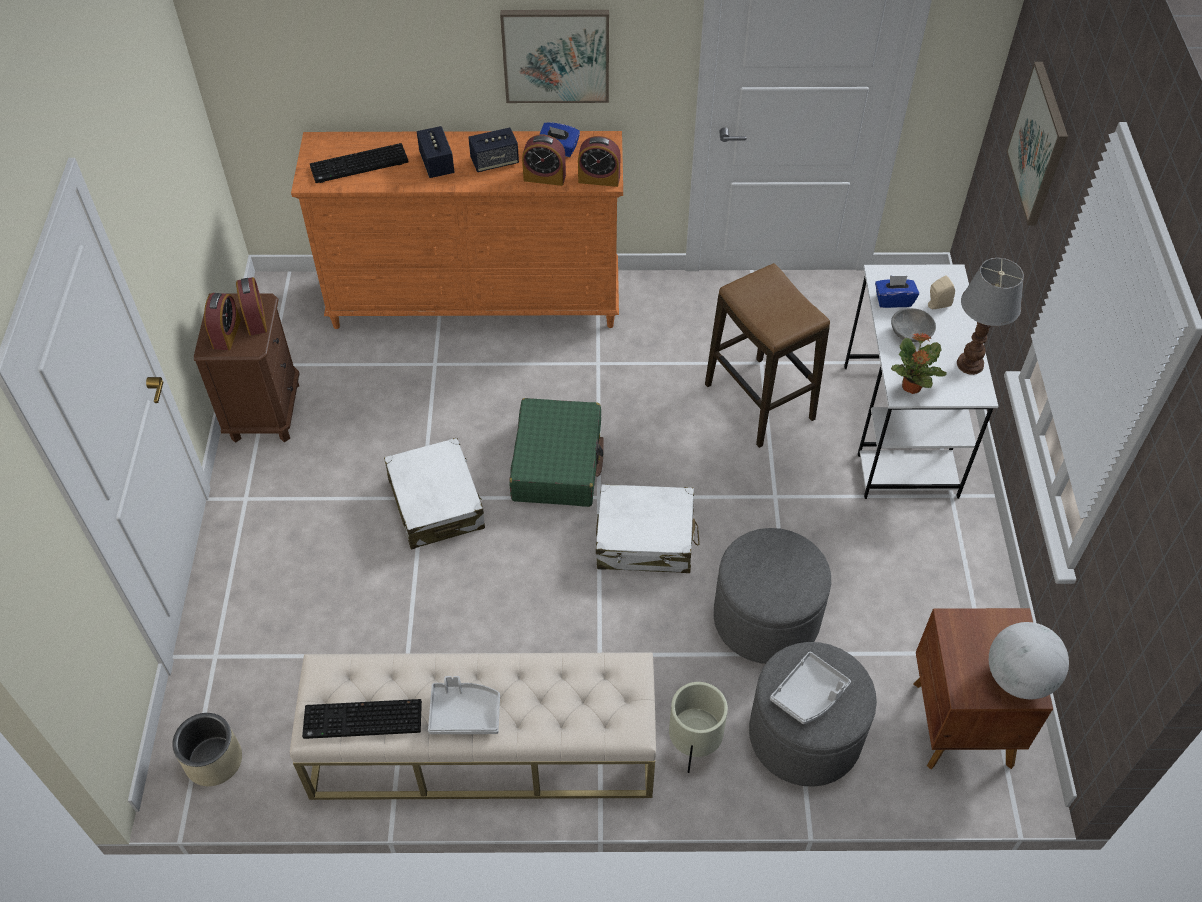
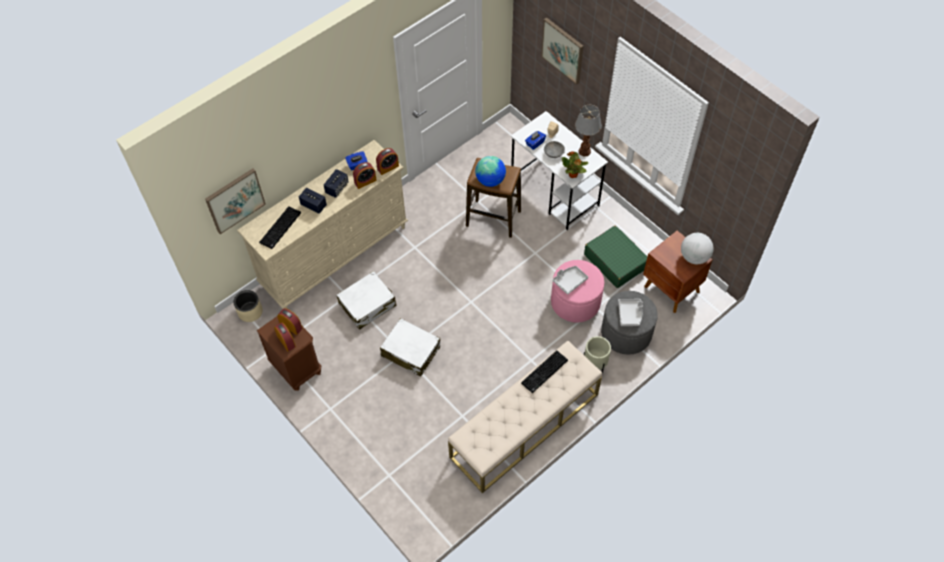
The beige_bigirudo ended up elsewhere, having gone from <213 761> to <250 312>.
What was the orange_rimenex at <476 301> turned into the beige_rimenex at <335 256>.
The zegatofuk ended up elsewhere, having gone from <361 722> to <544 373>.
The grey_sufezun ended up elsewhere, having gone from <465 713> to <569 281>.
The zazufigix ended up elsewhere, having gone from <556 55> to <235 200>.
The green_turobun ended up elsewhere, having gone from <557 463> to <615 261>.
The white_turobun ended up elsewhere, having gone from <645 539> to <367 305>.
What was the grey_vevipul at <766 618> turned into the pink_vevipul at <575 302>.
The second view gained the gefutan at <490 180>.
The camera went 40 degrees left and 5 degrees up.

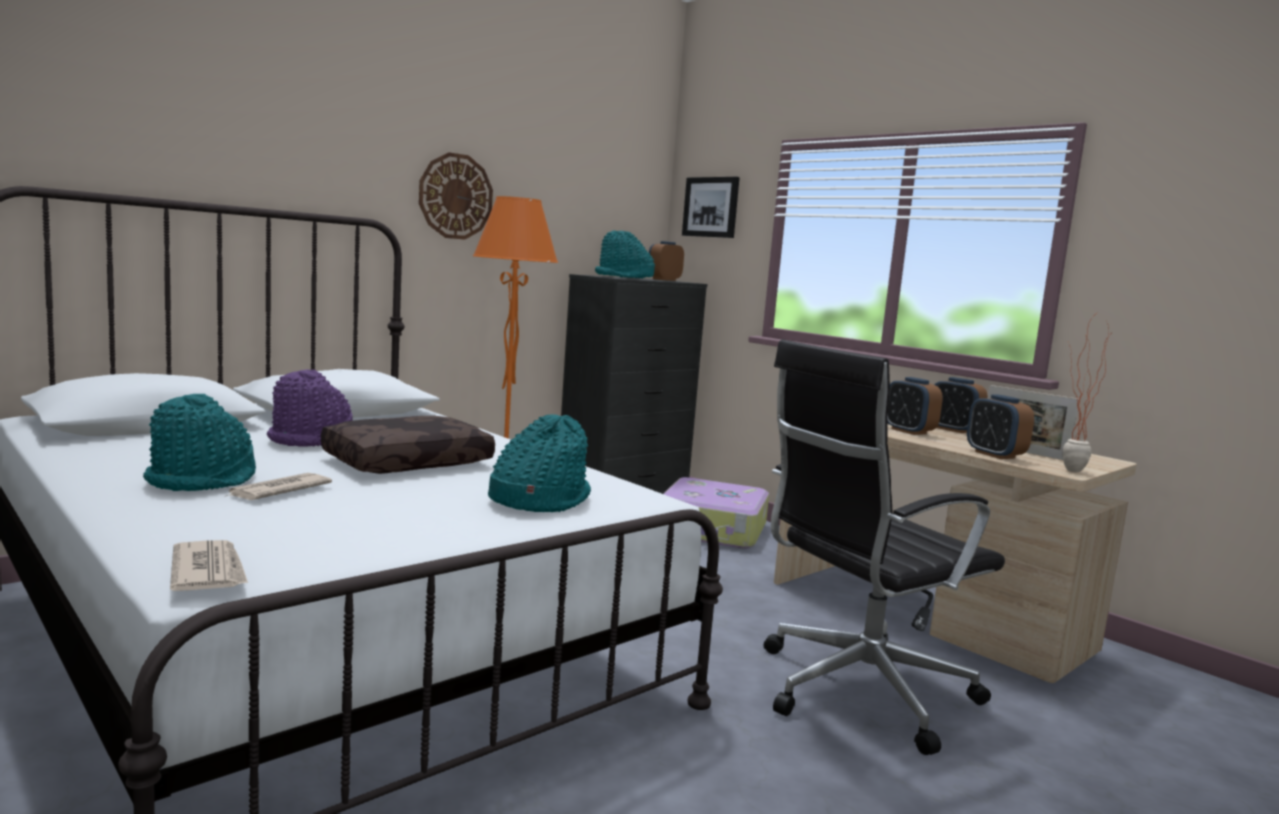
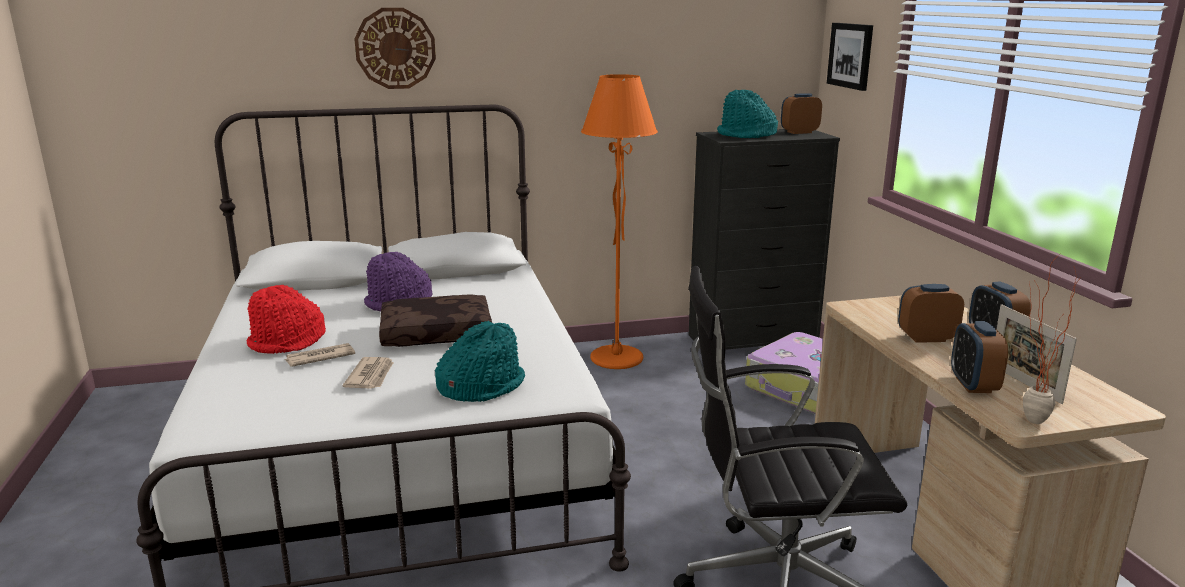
What was the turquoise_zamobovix at <203 480> turned into the red_zamobovix at <288 342>.
The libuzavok ended up elsewhere, having gone from <209 571> to <371 376>.
The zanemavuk ended up elsewhere, having gone from <455 196> to <395 48>.
The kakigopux at <908 431> ended up facing another way, 90 degrees clockwise from before.
The camera went 30 degrees right and 10 degrees up.

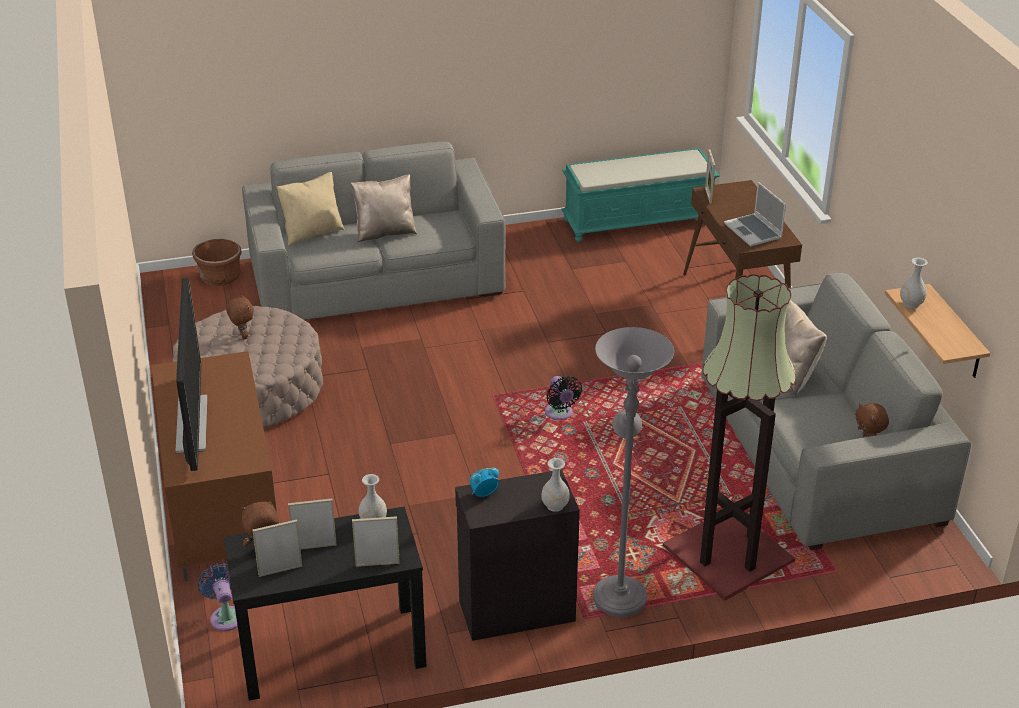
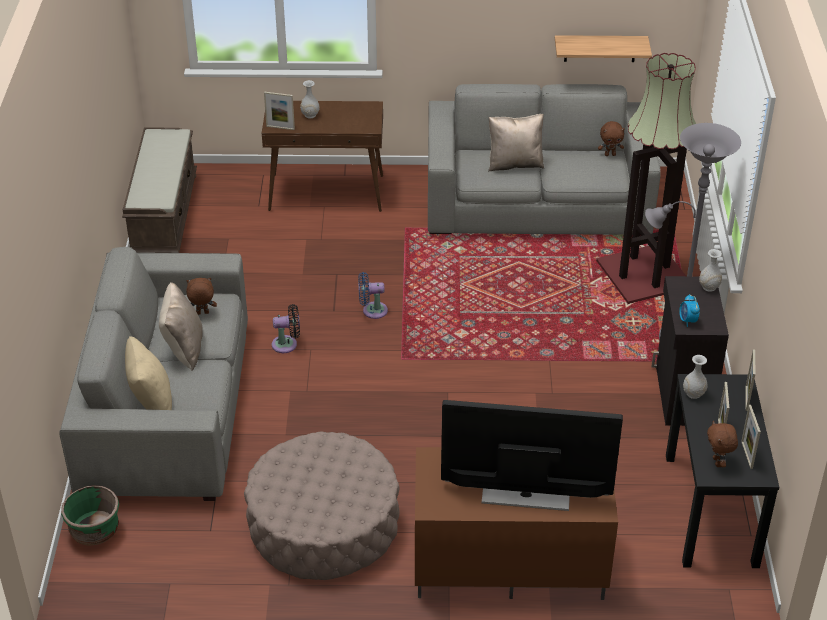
What was the brown_bigirudo at <220 277> turned into the green_bigirudo at <94 531>.
The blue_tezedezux ended up elsewhere, having gone from <226 616> to <372 310>.
The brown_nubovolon ended up elsewhere, having gone from <242 336> to <202 313>.
The black_tezedezux ended up elsewhere, having gone from <560 414> to <287 344>.
What was the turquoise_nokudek at <638 221> turned into the brown_nokudek at <163 216>.
The second view lost the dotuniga at <754 231>.
The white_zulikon ended up elsewhere, having gone from <911 304> to <310 115>.
The camera went 75 degrees left and 5 degrees up.

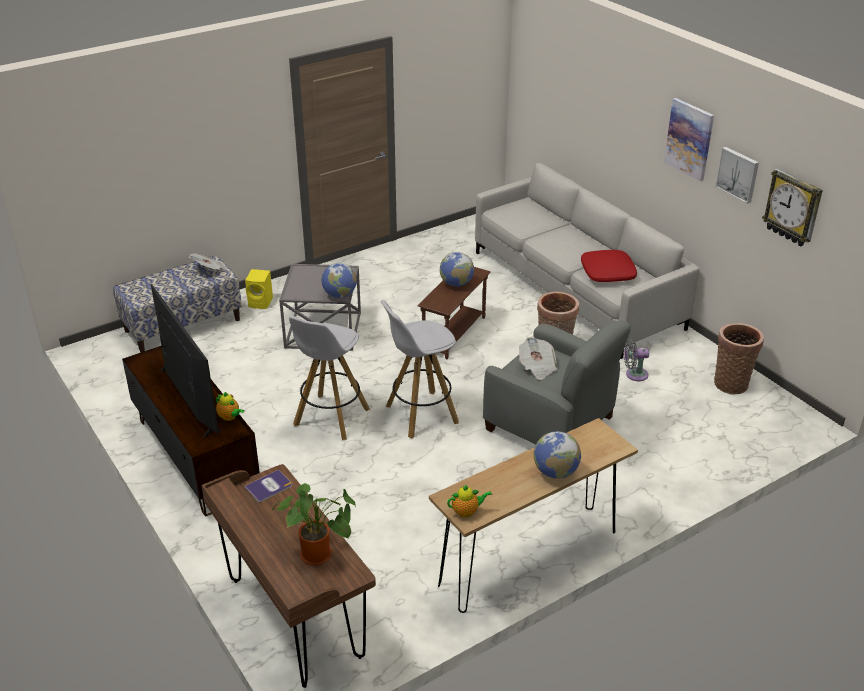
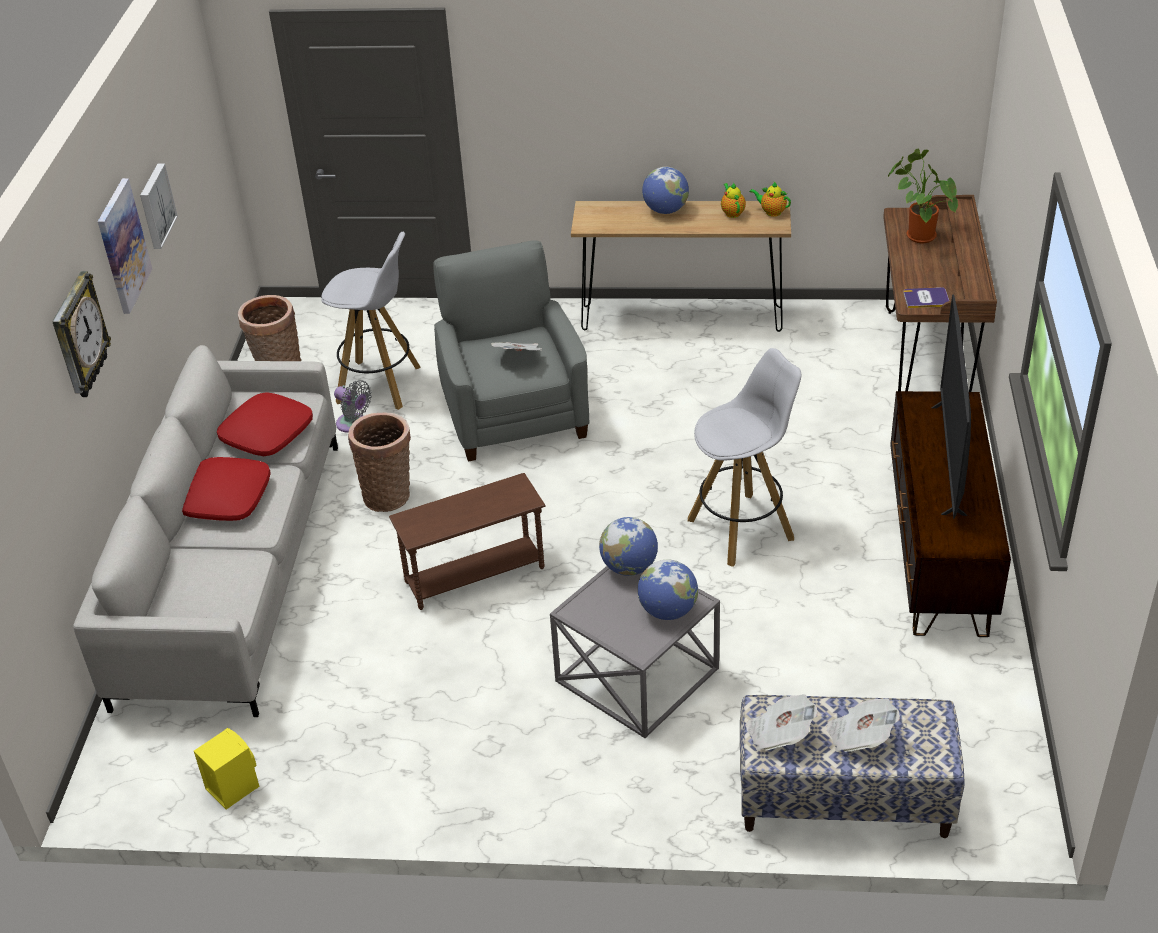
The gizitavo ended up elsewhere, having gone from <230 417> to <732 212>.
The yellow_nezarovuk ended up elsewhere, having gone from <261 302> to <232 786>.
The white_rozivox ended up elsewhere, having gone from <420 415> to <380 385>.
The gefutan ended up elsewhere, having gone from <456 284> to <668 611>.
The zanemavuk ended up elsewhere, having gone from <793 208> to <78 337>.
The second view gained the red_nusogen at <226 498>.
The second view gained the libuzavok at <860 737>.
The camera went 140 degrees left and 5 degrees up.

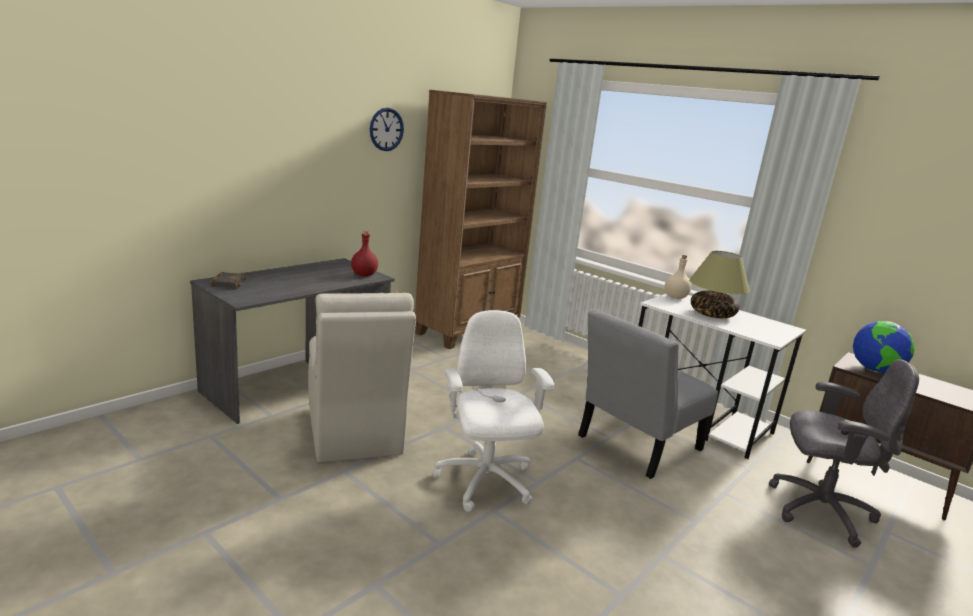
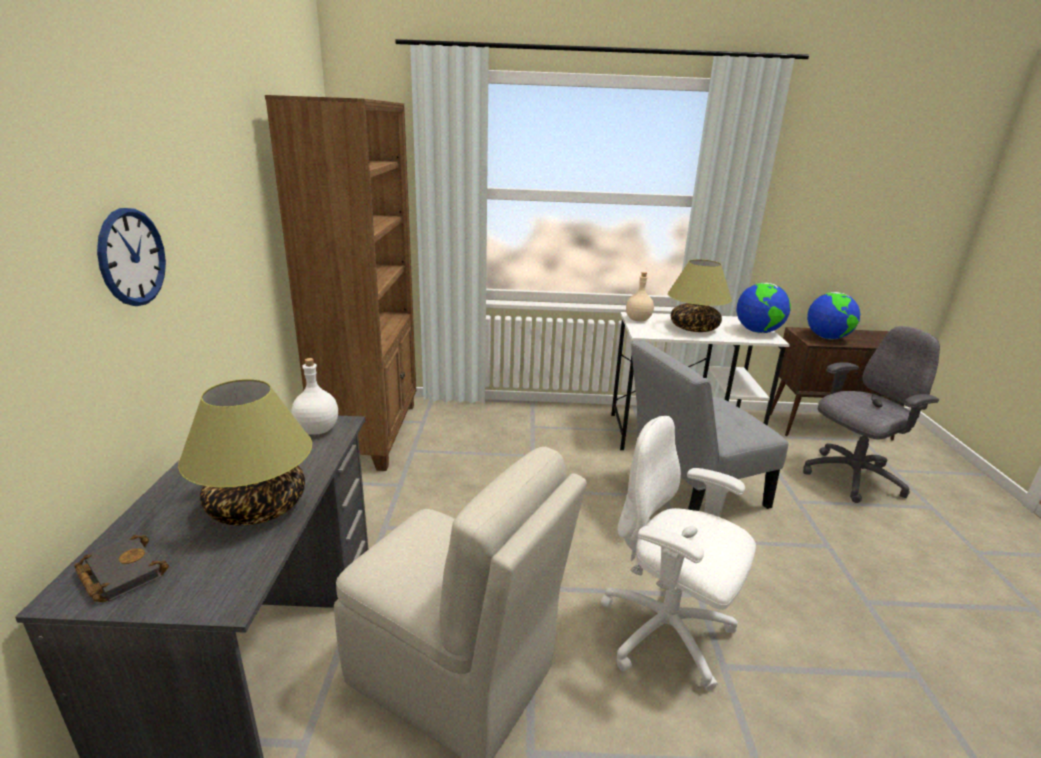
What was the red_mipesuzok at <364 275> turned into the white_mipesuzok at <318 430>.
The zanemavuk ended up elsewhere, having gone from <386 129> to <132 257>.
The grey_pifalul at <635 445> ended up facing another way, 60 degrees clockwise from before.
The second view gained the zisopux at <258 506>.
The second view gained the gefutan at <758 332>.
The camera went 40 degrees left and 5 degrees up.

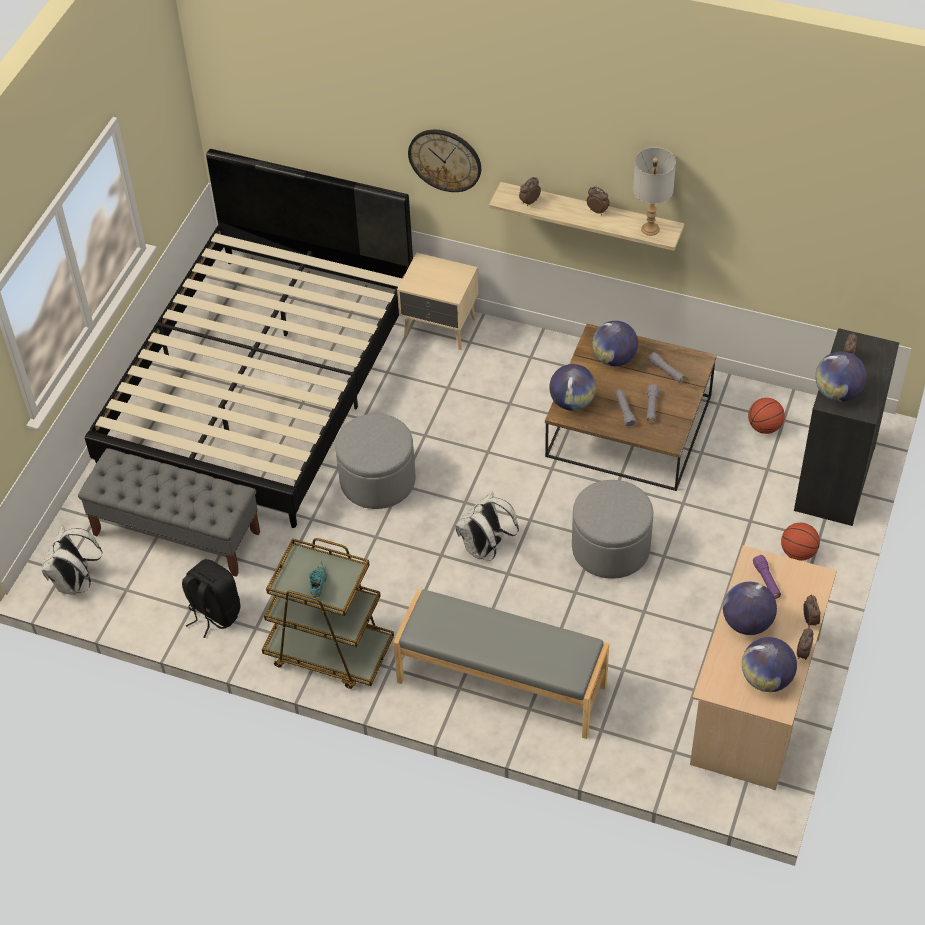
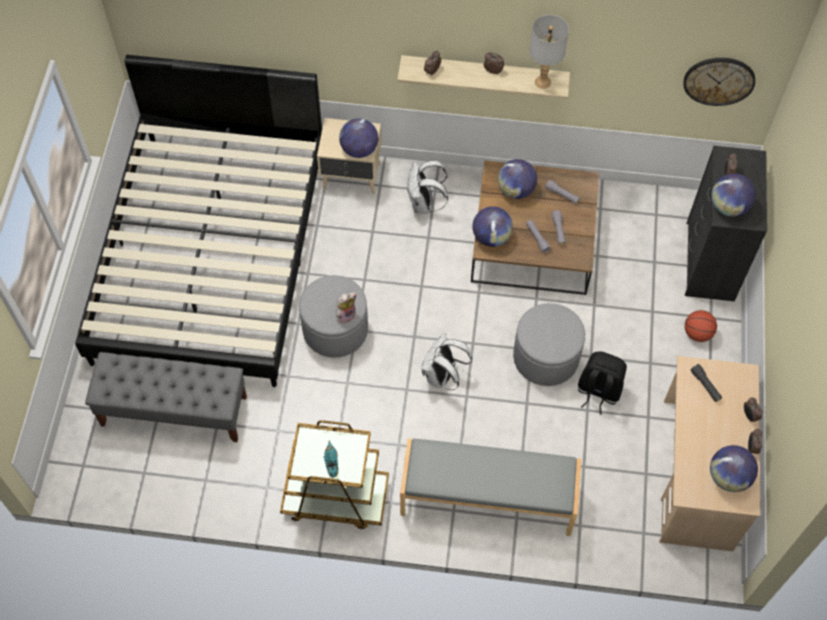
The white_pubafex ended up elsewhere, having gone from <75 582> to <424 204>.
The black_pubafex ended up elsewhere, having gone from <214 613> to <598 391>.
The zanemavuk ended up elsewhere, having gone from <445 159> to <719 80>.
The gefutan ended up elsewhere, having gone from <747 623> to <359 149>.
The second view lost the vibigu at <764 427>.
What was the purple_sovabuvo at <766 581> turned into the black_sovabuvo at <705 385>.
The second view gained the nubovolon at <346 314>.
The camera went 15 degrees left and 10 degrees up.

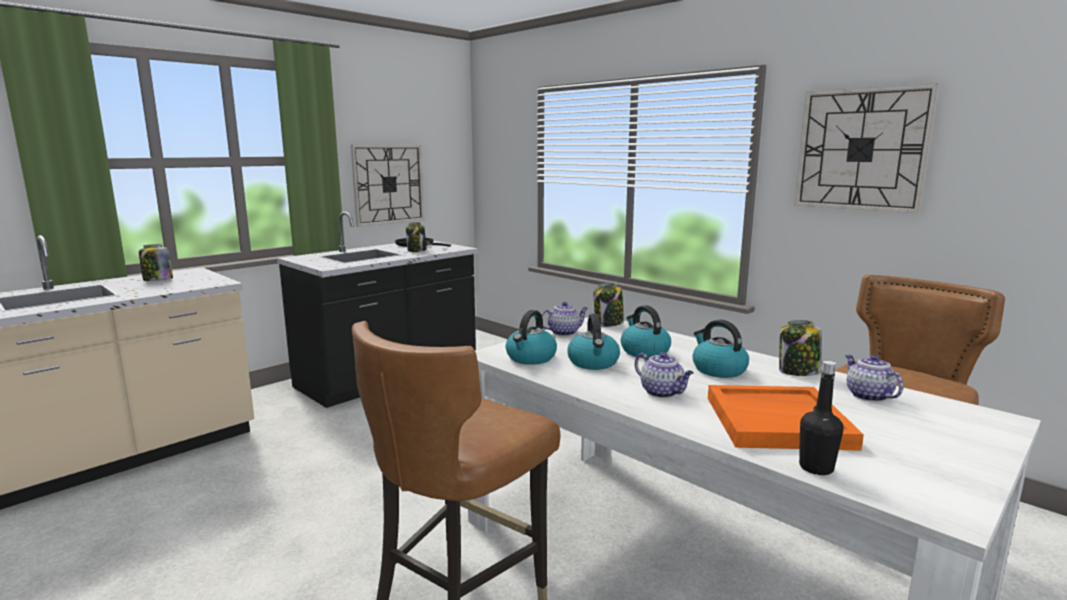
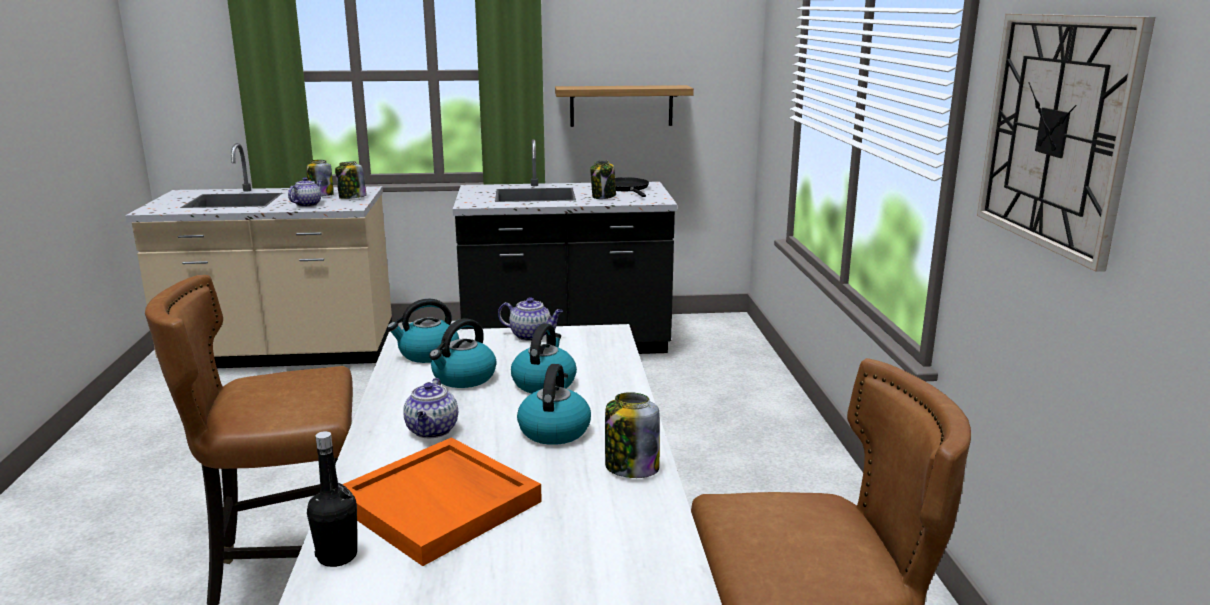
Where the zanemavuk hung at <388 184>, the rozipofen came to hang at <621 106>.
The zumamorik ended up elsewhere, having gone from <608 324> to <352 197>.
The gizitavo ended up elsewhere, having gone from <867 395> to <307 204>.
The camera went 40 degrees right and 5 degrees up.

